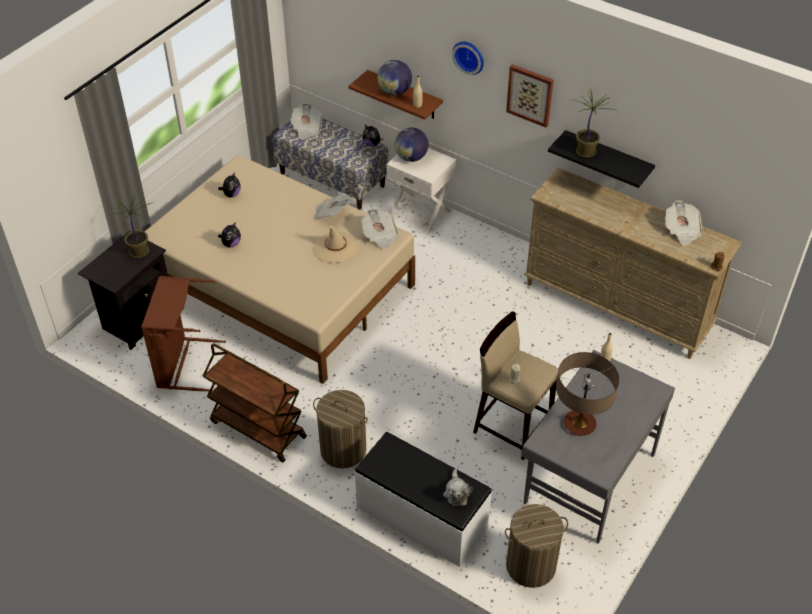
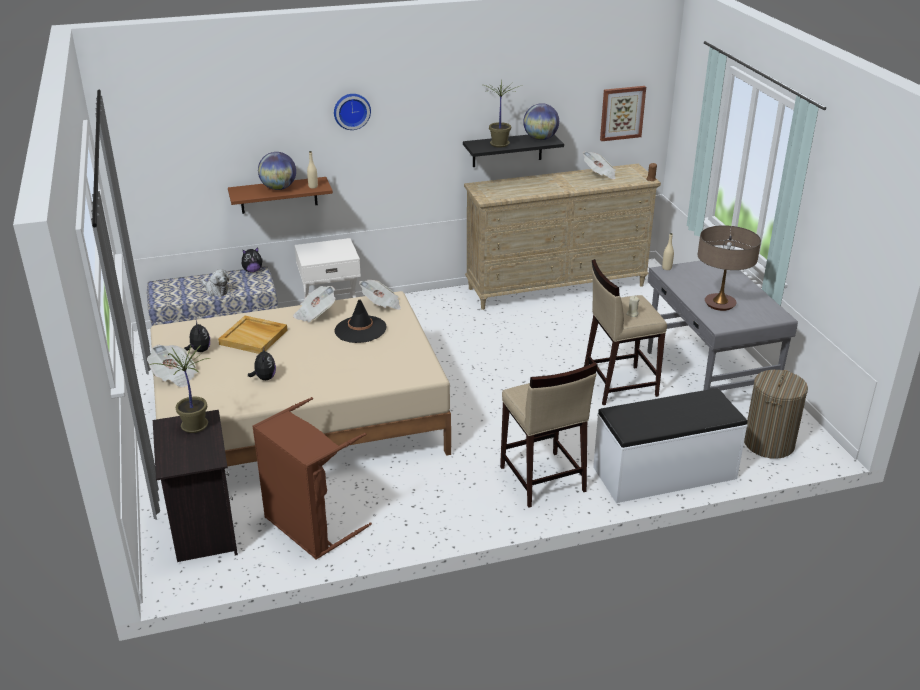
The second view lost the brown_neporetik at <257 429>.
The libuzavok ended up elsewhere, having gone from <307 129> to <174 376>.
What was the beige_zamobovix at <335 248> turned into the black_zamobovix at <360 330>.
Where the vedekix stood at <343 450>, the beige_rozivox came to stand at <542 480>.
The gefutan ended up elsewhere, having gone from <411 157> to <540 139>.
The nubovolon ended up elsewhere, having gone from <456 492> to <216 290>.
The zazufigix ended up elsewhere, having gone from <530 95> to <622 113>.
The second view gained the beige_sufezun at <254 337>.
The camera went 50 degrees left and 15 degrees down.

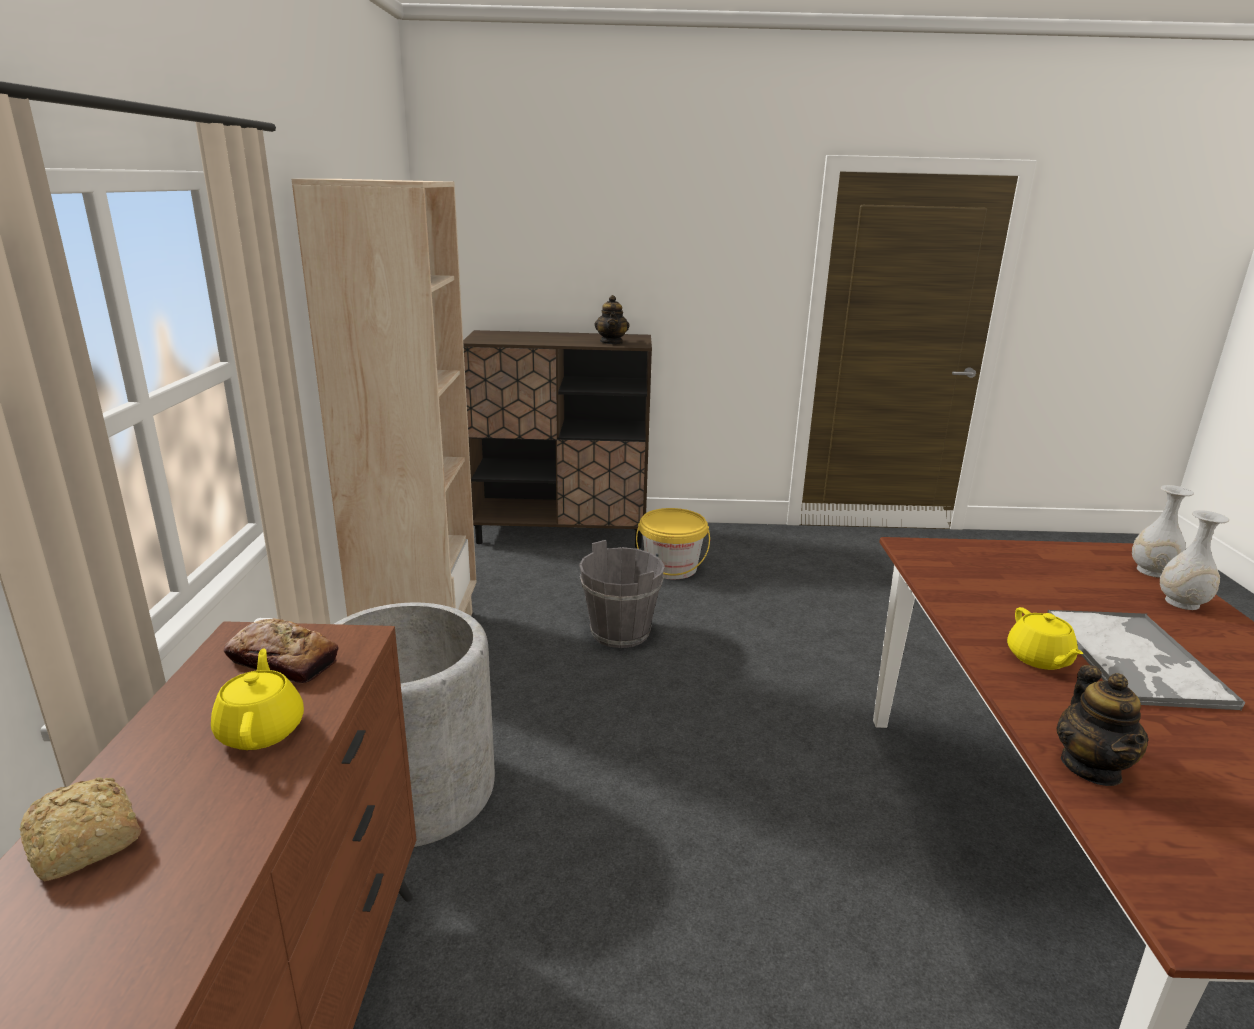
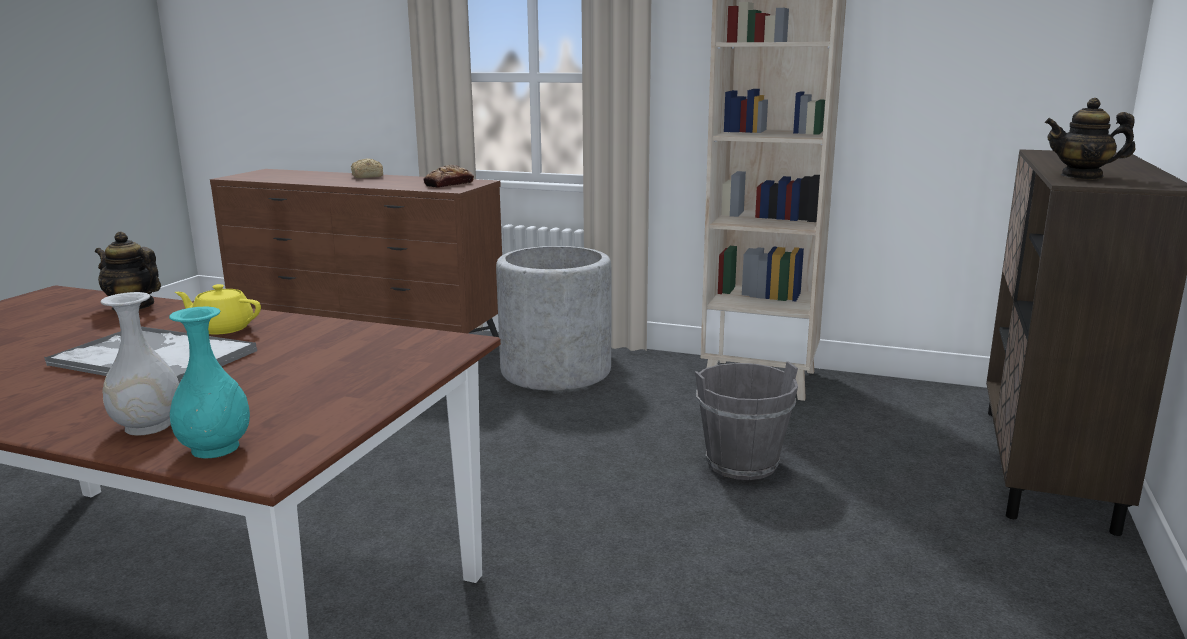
The second view lost the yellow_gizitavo at <262 729>.
The second view lost the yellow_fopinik at <671 568>.
What was the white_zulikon at <1151 571> turned into the turquoise_zulikon at <216 448>.
The camera went 110 degrees right and 5 degrees down.

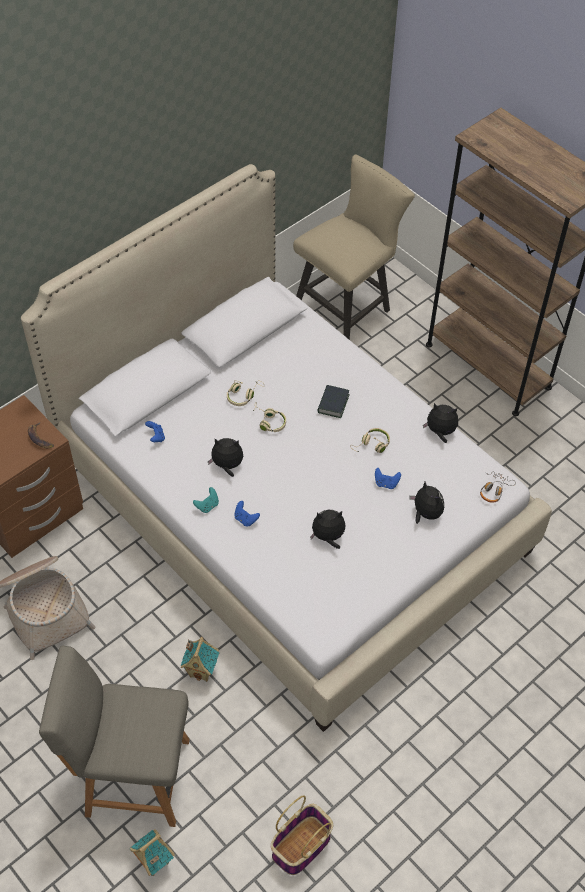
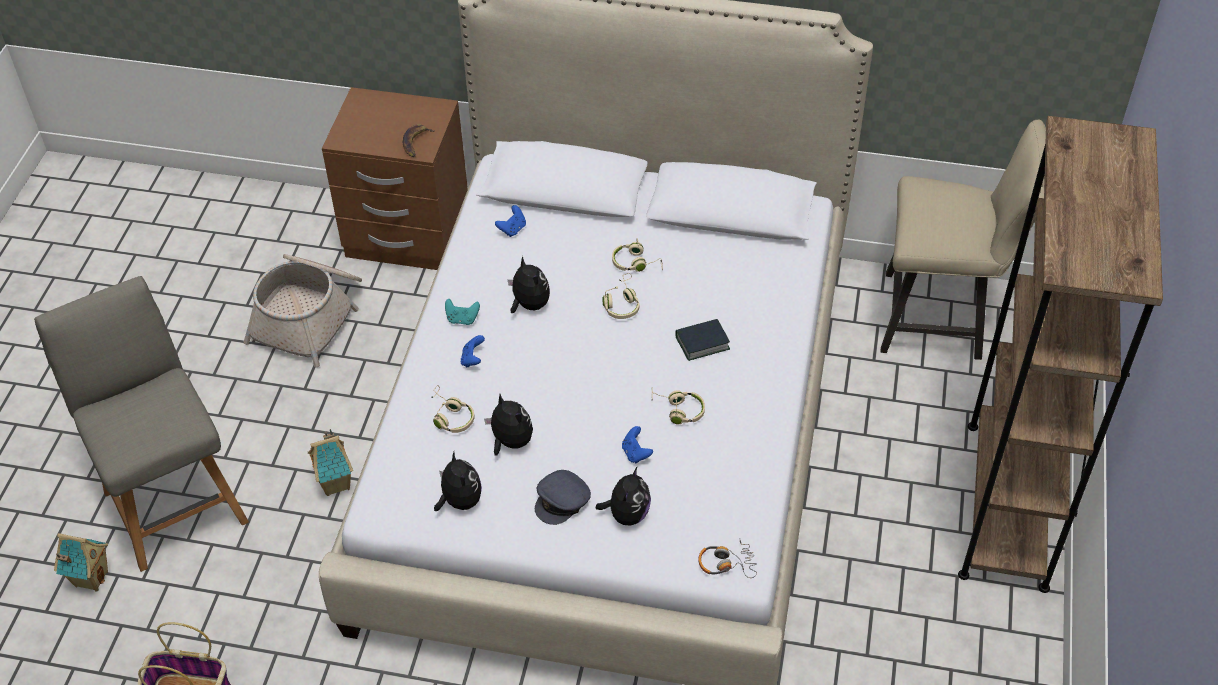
The nubovolon ended up elsewhere, having gone from <440 432> to <460 501>.
The second view gained the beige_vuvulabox at <450 416>.
The second view gained the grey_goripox at <563 501>.
The camera went 55 degrees right and 5 degrees down.

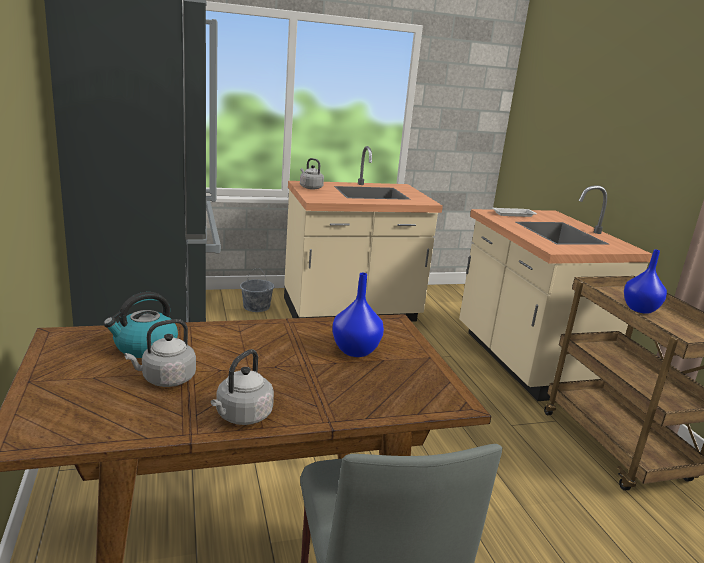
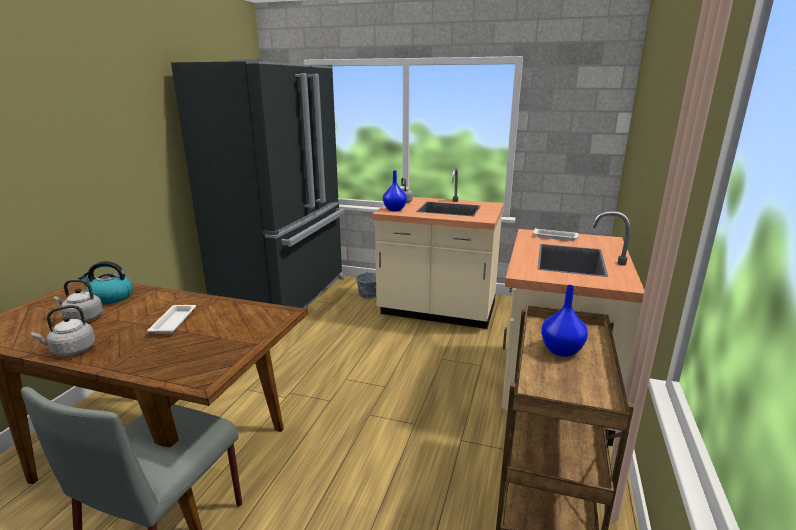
The blue_zulikon ended up elsewhere, having gone from <356 351> to <395 209>.
The second view gained the white_sufezun at <174 321>.
The camera went 35 degrees right and 0 degrees up.

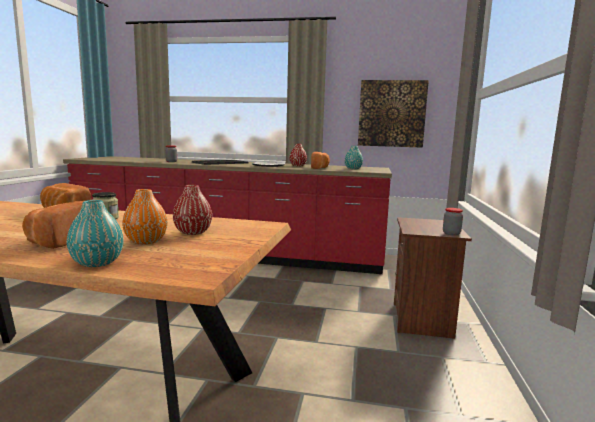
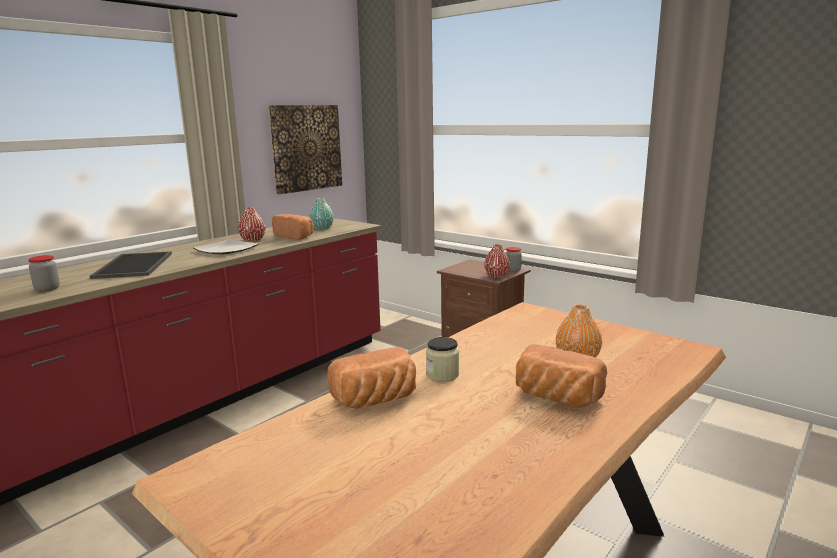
The second view lost the turquoise_zulikon at <97 263>.
The red_zulikon ended up elsewhere, having gone from <193 232> to <497 275>.
The camera went 60 degrees left and 5 degrees up.

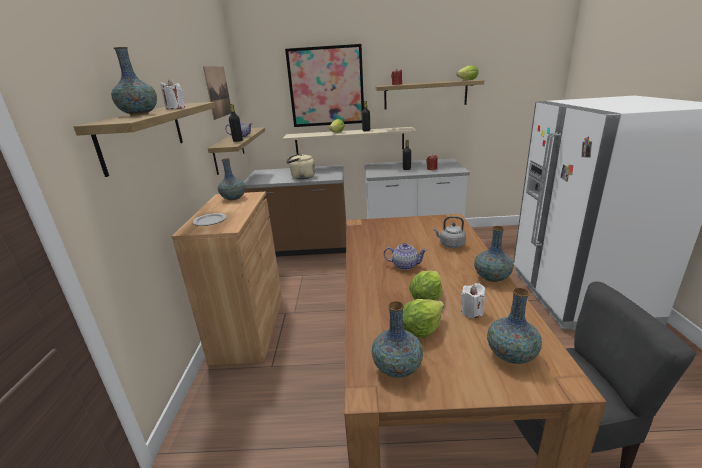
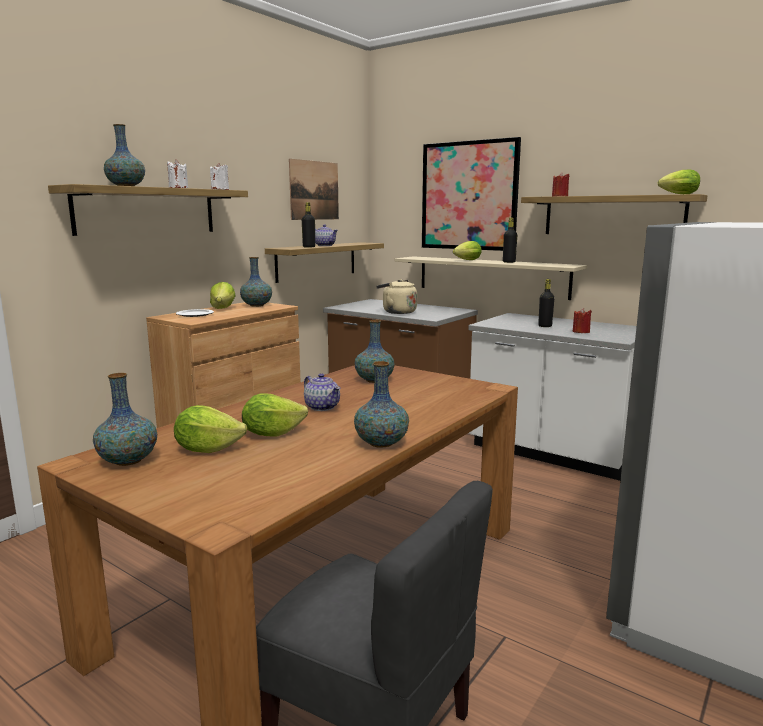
The second view lost the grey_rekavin at <450 245>.
The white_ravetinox ended up elsewhere, having gone from <472 312> to <220 189>.
The zulikon ended up elsewhere, having gone from <511 355> to <374 380>.
The second view gained the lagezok at <223 308>.
The camera went 35 degrees right and 10 degrees down.

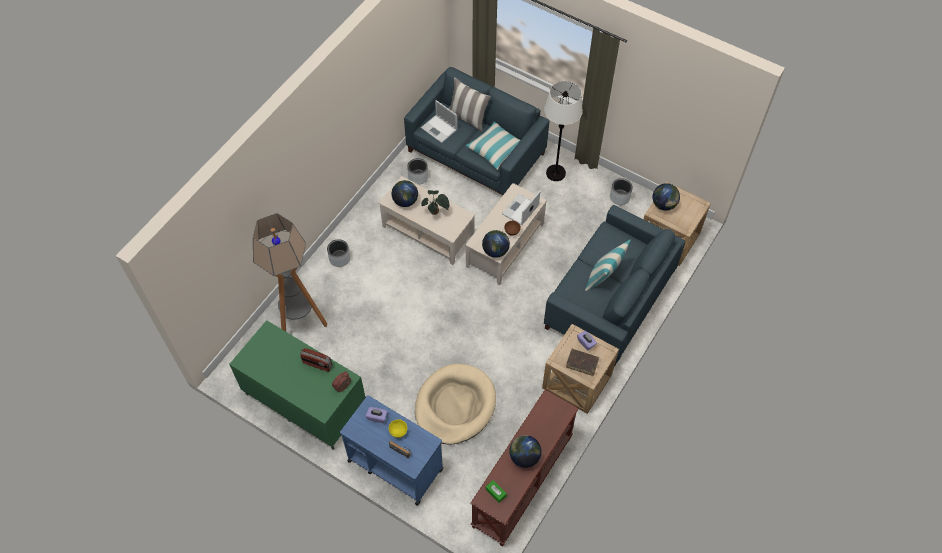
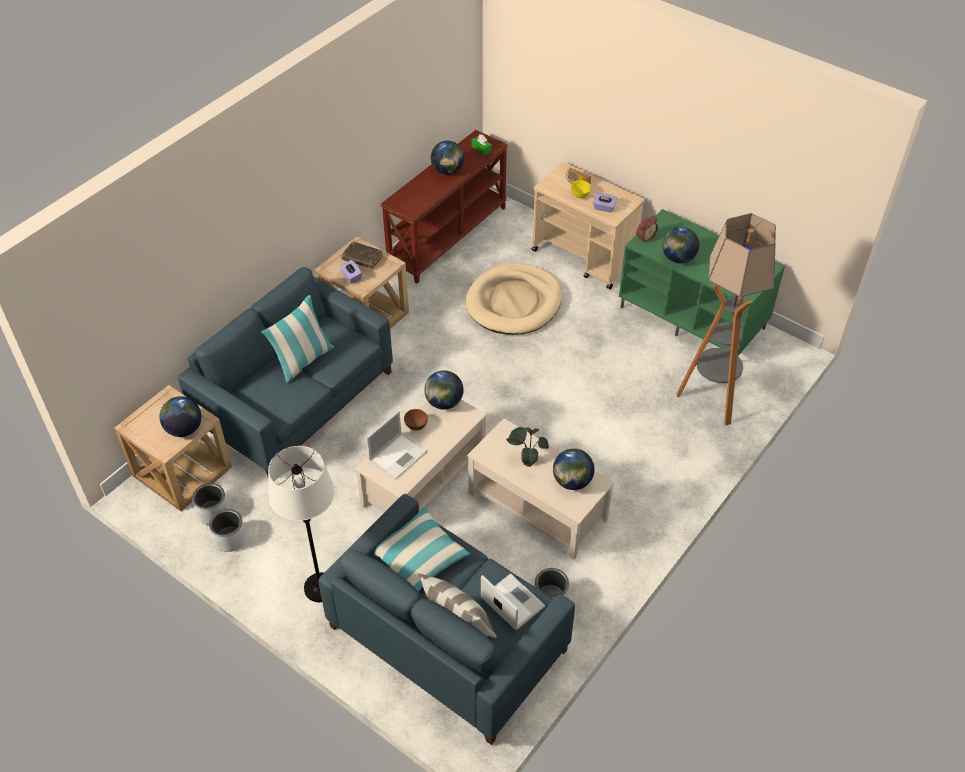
Where the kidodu stood at <317 364>, the gefutan came to stand at <678 258>.
The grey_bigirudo ended up elsewhere, having gone from <339 258> to <213 513>.
What was the blue_neporetik at <395 464> turned into the beige_neporetik at <584 257>.
The camera went 175 degrees left and 10 degrees down.

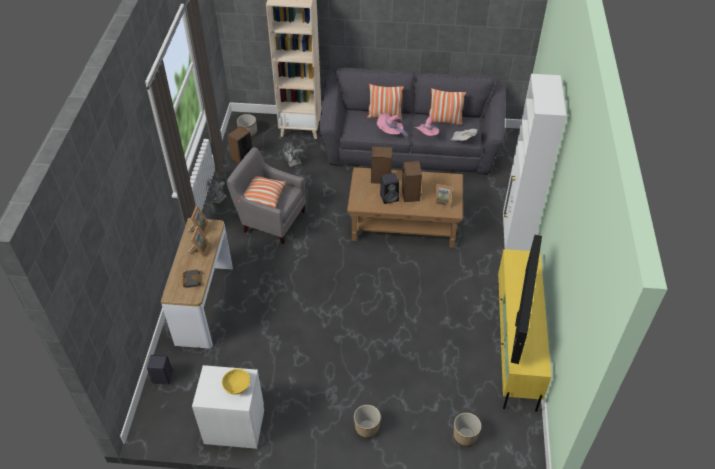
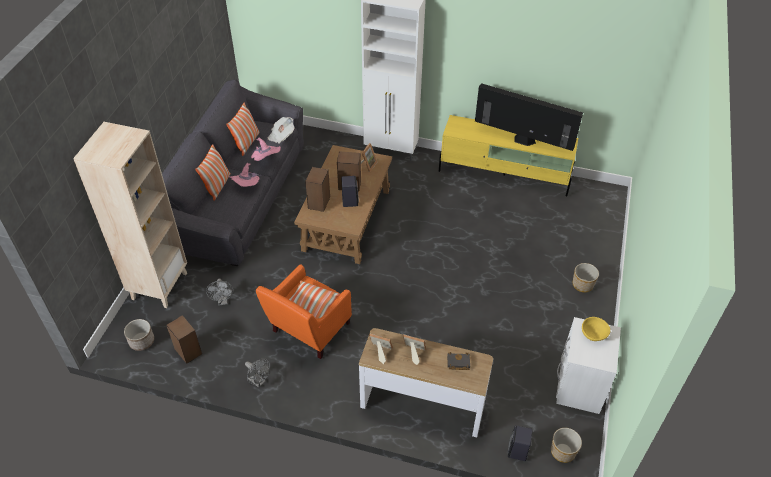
What was the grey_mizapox at <271 219> turned into the orange_mizapox at <308 330>.
The bigirudo ended up elsewhere, having gone from <465 436> to <563 451>.
The camera went 80 degrees left and 0 degrees up.

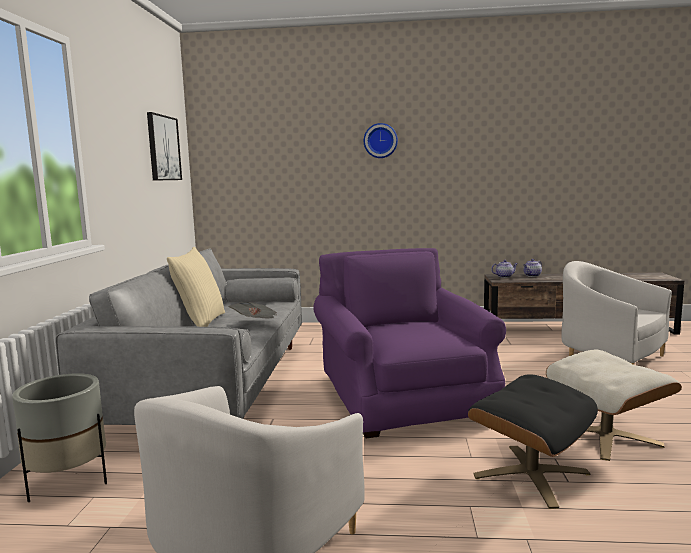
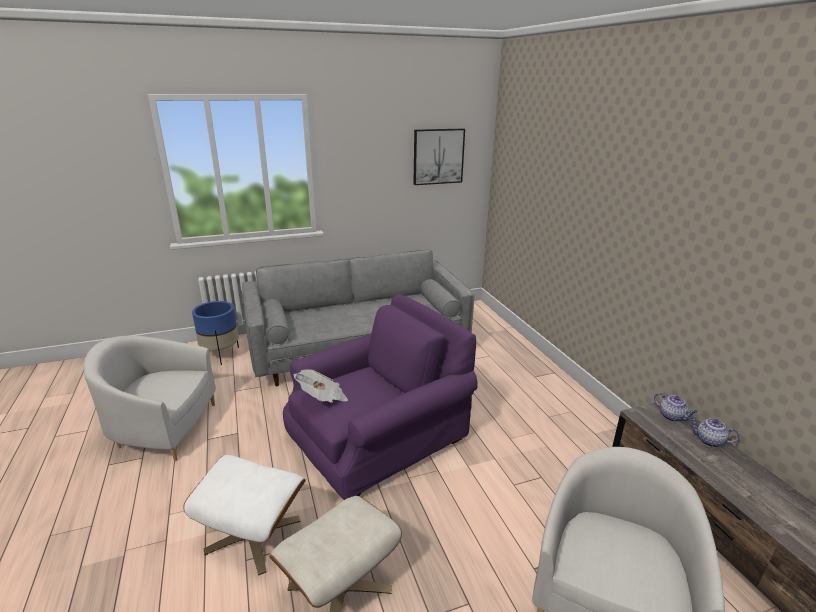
What was the grey_bigirudo at <69 483> turned into the blue_bigirudo at <221 355>.
The second view lost the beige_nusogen at <200 323>.
The libuzavok ended up elsewhere, having gone from <256 324> to <322 398>.
The second view lost the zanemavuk at <380 141>.
What was the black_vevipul at <531 474> turned into the white_vevipul at <254 534>.
The camera went 65 degrees right and 15 degrees up.

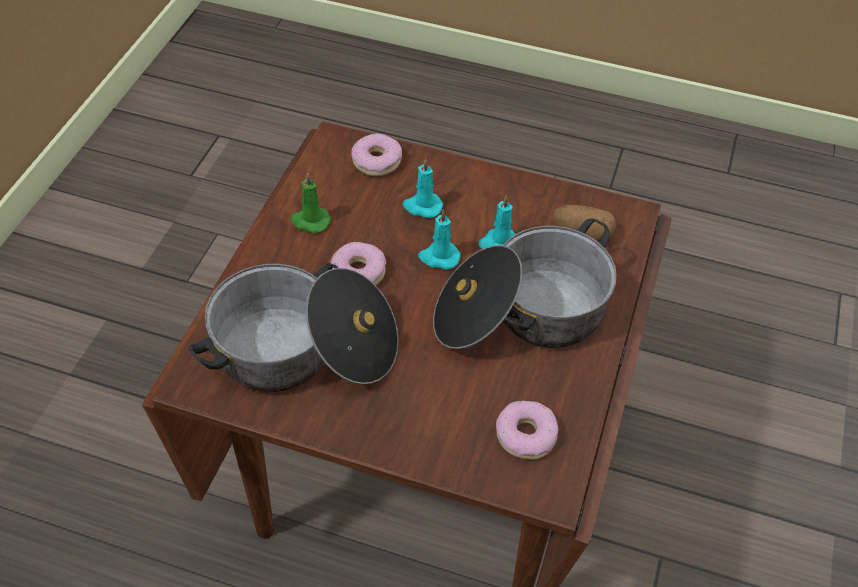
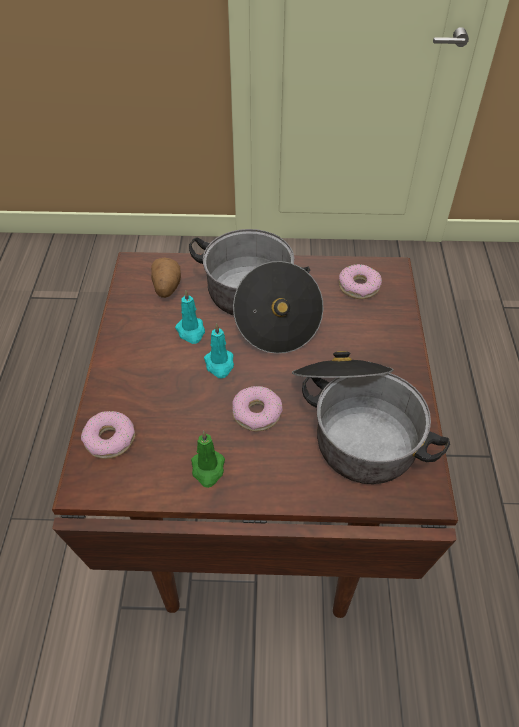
The second view lost the turquoise_ravetinox at <422 206>.
The camera went 105 degrees left and 0 degrees up.

